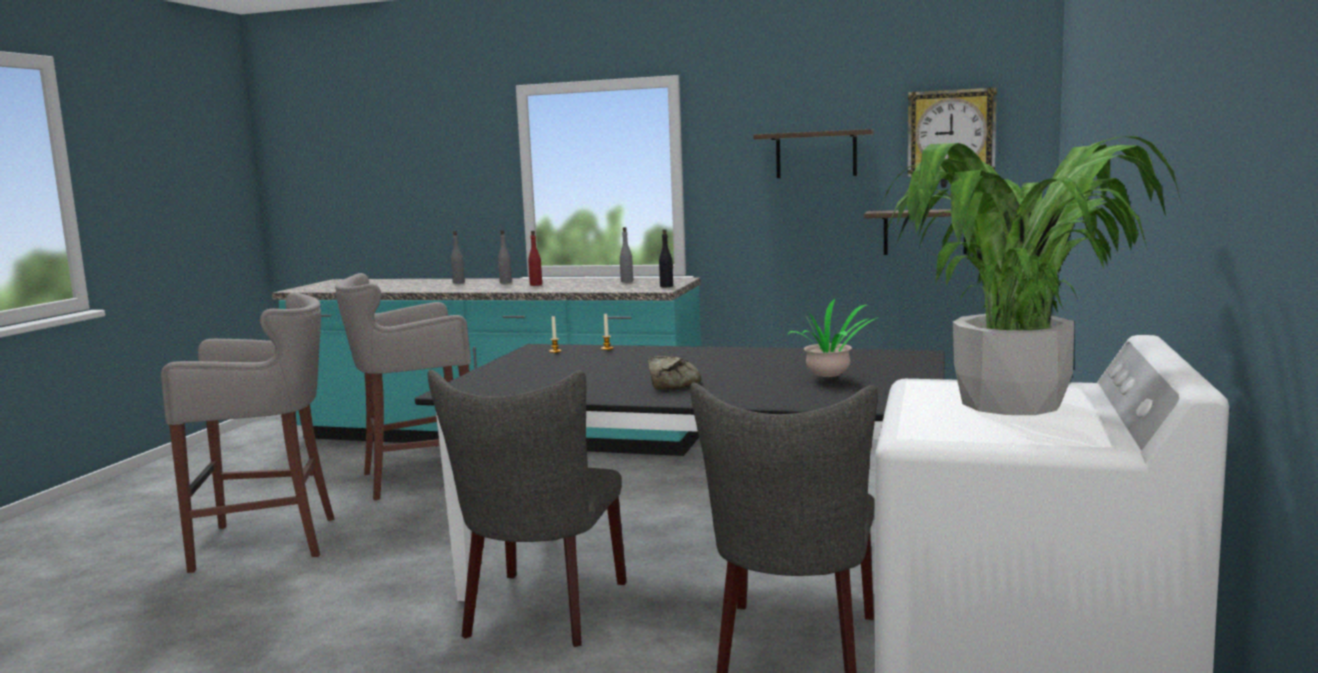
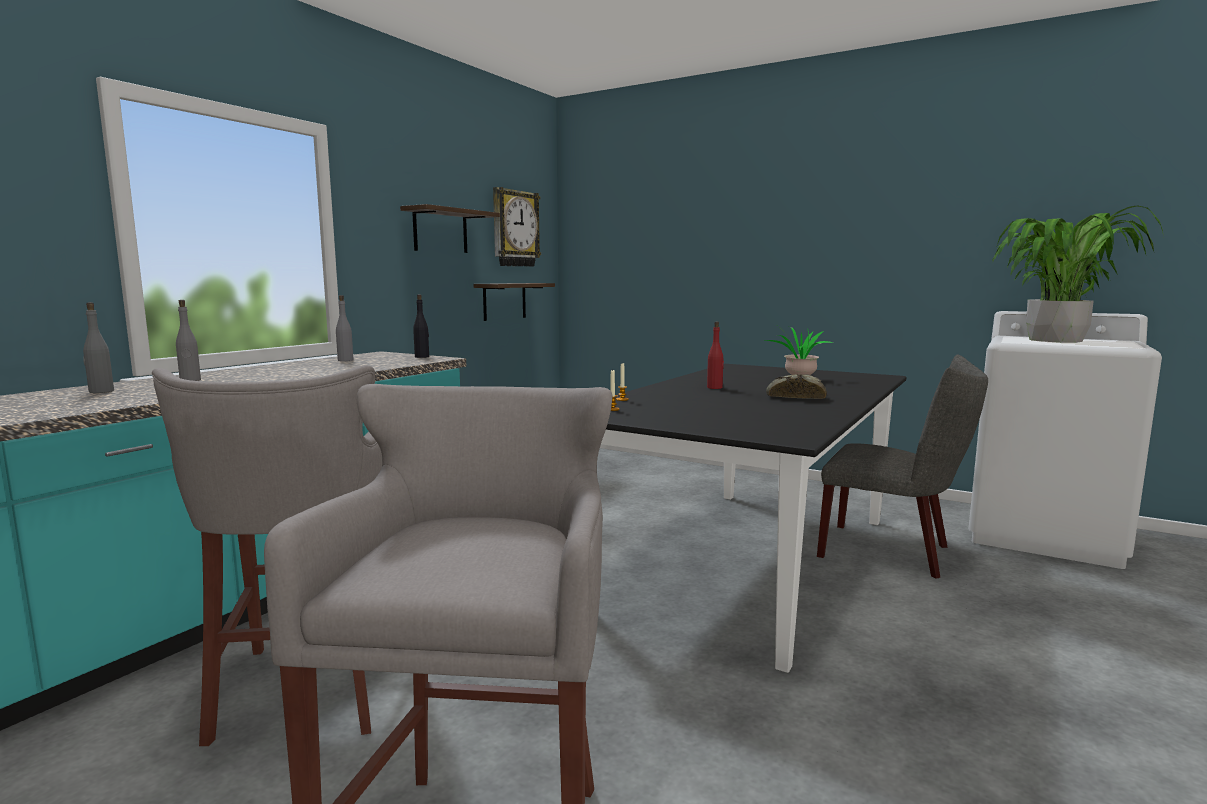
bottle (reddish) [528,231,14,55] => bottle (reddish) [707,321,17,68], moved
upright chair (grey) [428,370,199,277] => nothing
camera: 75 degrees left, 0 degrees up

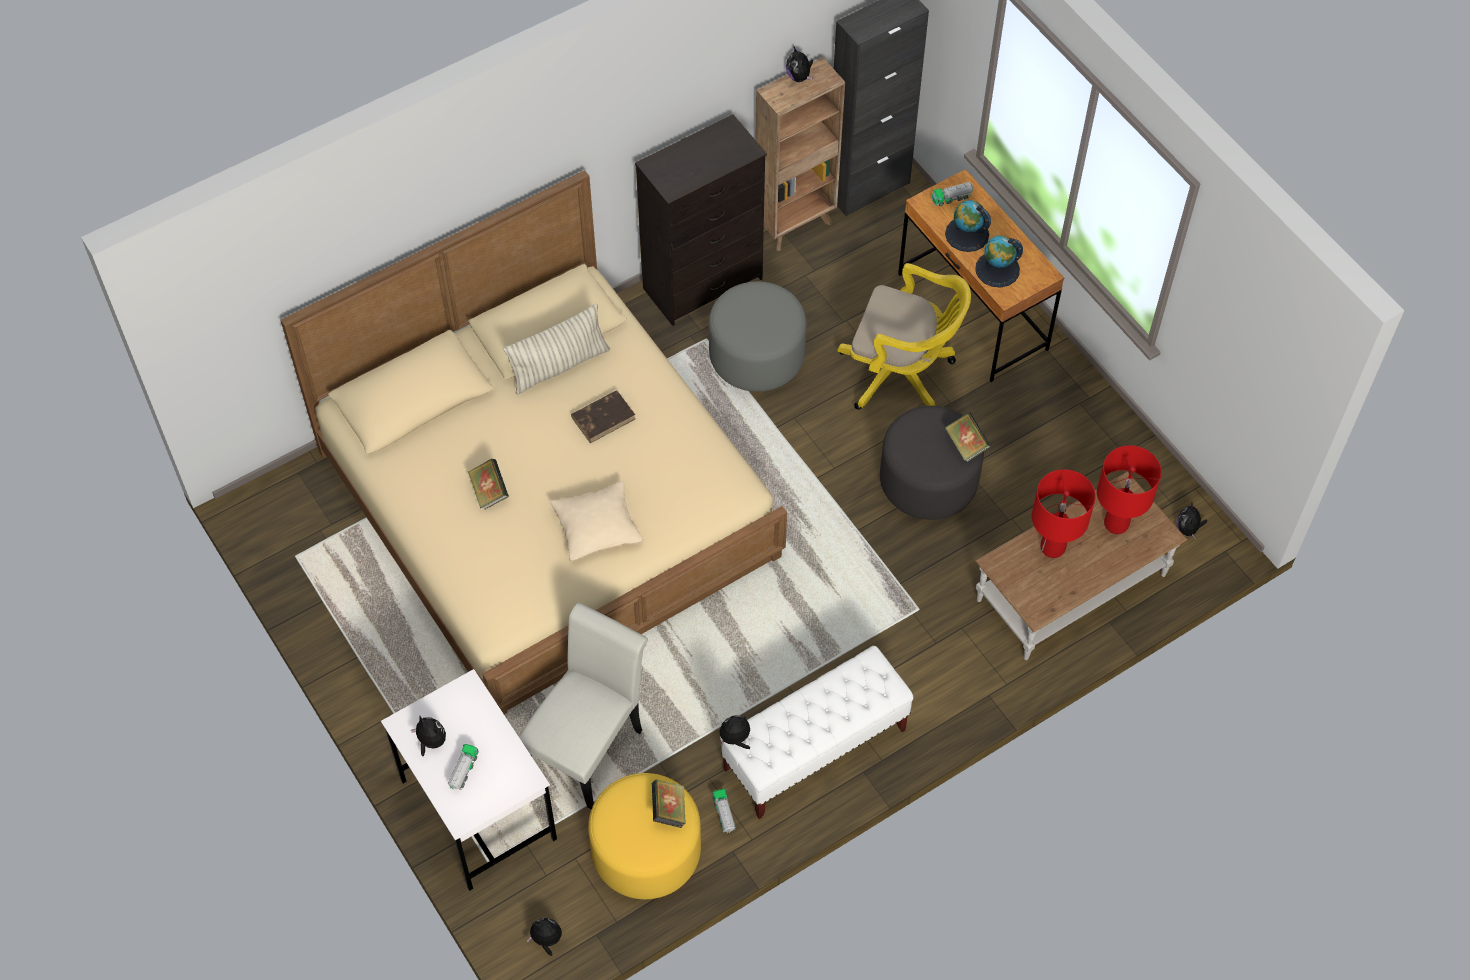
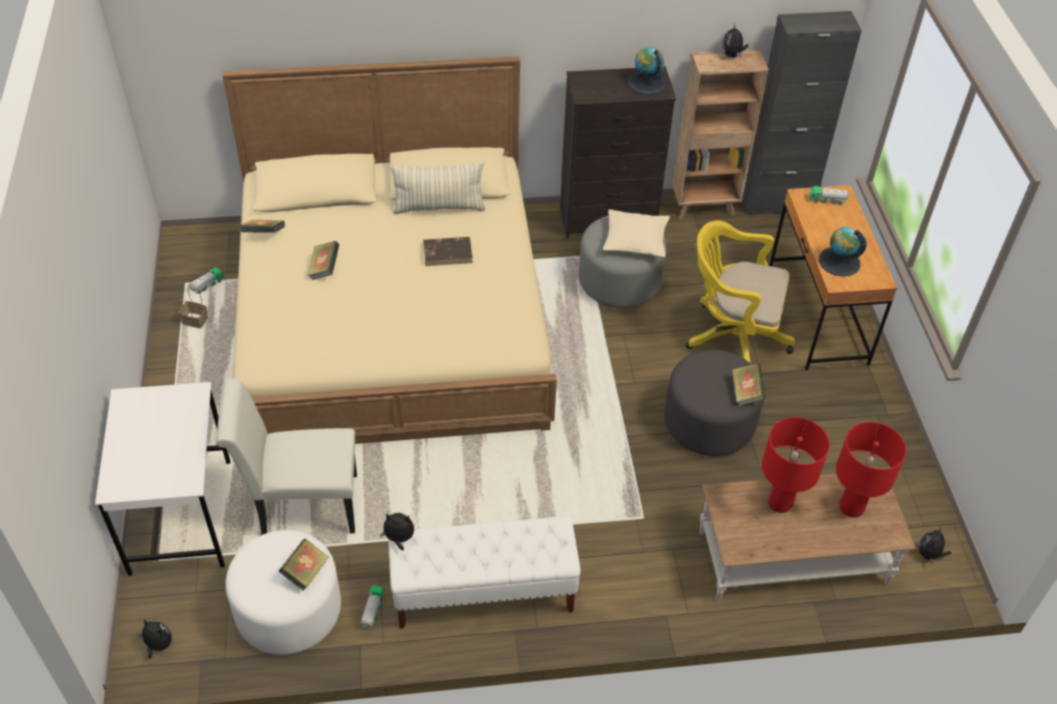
globe [945,200,46,52] => globe [627,47,40,48], moved
office chair (yellow-coloured) [838,263,133,147] => office chair (yellow-coloured) [686,220,109,144], 150 degrees clockwise
throw pillow (sand-coloured) [550,481,93,80] => throw pillow (sand-coloured) [603,209,67,48], moved
upright chair (white) [519,603,129,206] => upright chair (white) [216,379,141,156], 150 degrees counterclockwise
cuddly toy [411,716,35,40] => nothing
toy lorry [448,744,31,46] => toy lorry [189,267,35,27], moved
ottoman (yellow-coloured) [588,773,113,126] => ottoman (white) [225,530,116,125]
nothing => book [241,220,44,13]
nothing => storage basket [178,284,30,44]
camera: 25 degrees right, 10 degrees down

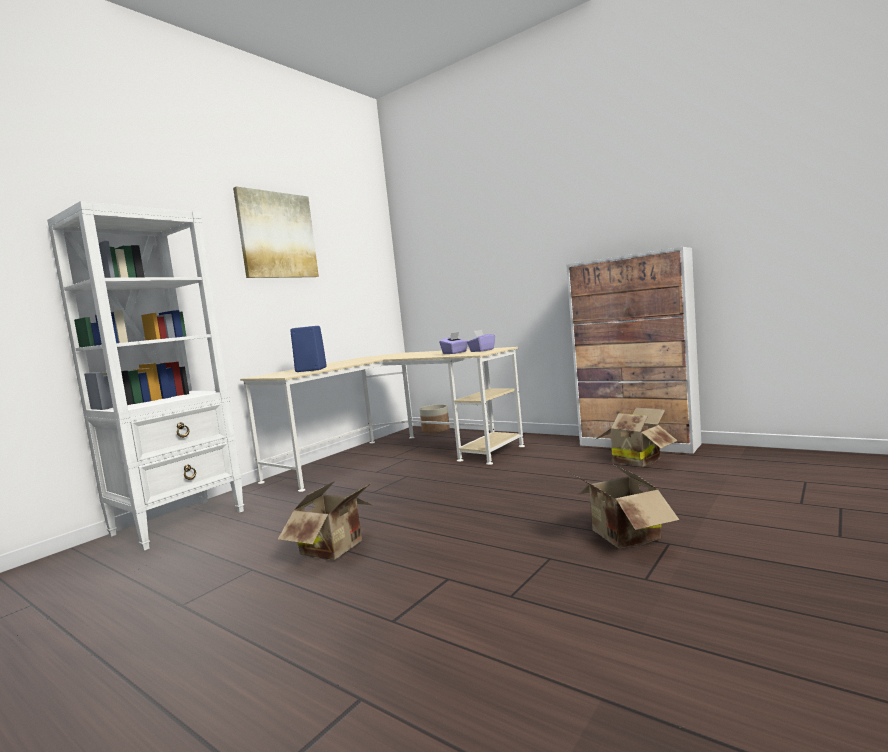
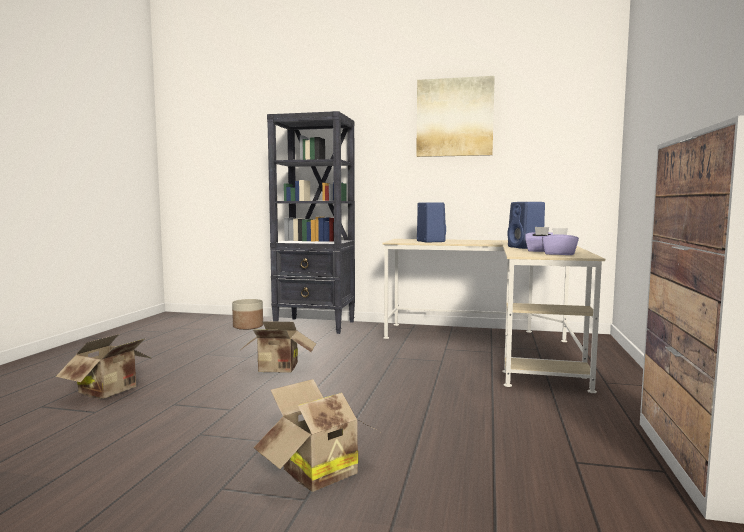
bookcase (white) [47,201,197,350] => bookcase (blackish) [267,111,88,223]
planter [420,404,30,30] => planter [232,299,31,31], moved
packing box [596,407,82,60] => packing box [56,334,97,65], moved
nothing => audio speaker (blue) [507,202,38,47]
camera: 65 degrees right, 0 degrees up

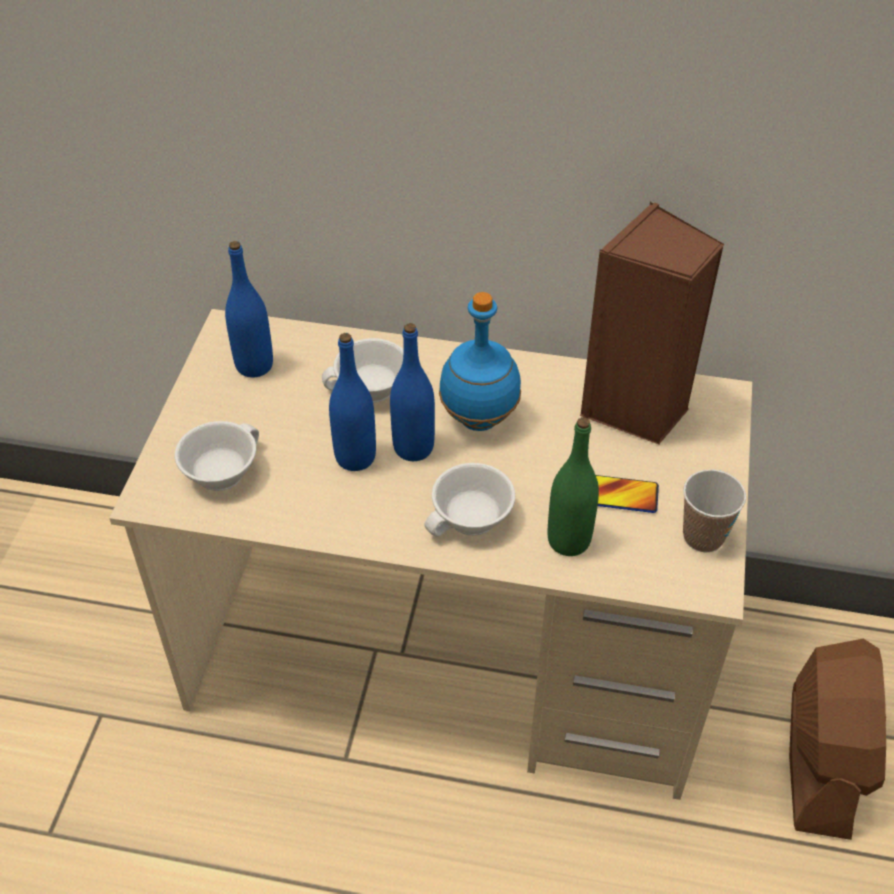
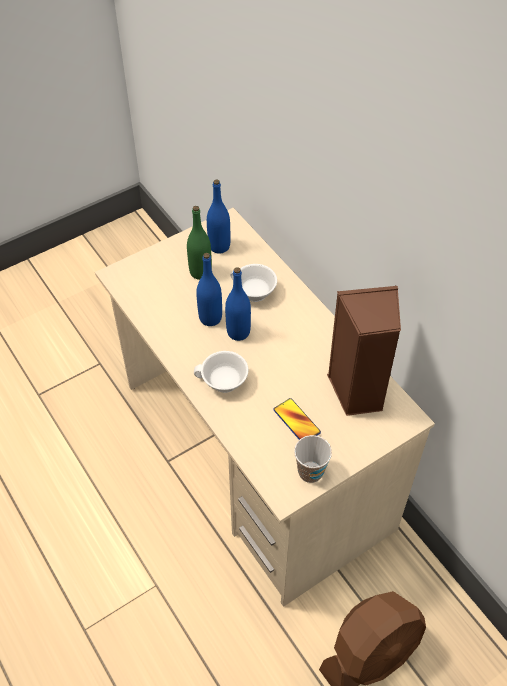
bottle (blue) [439,292,82,139] => nothing
bottle (green-coloured) [548,417,51,139] => bottle (green-coloured) [187,206,25,74], moved
cup (white) [174,421,85,70] => nothing
camera: 45 degrees right, 5 degrees up

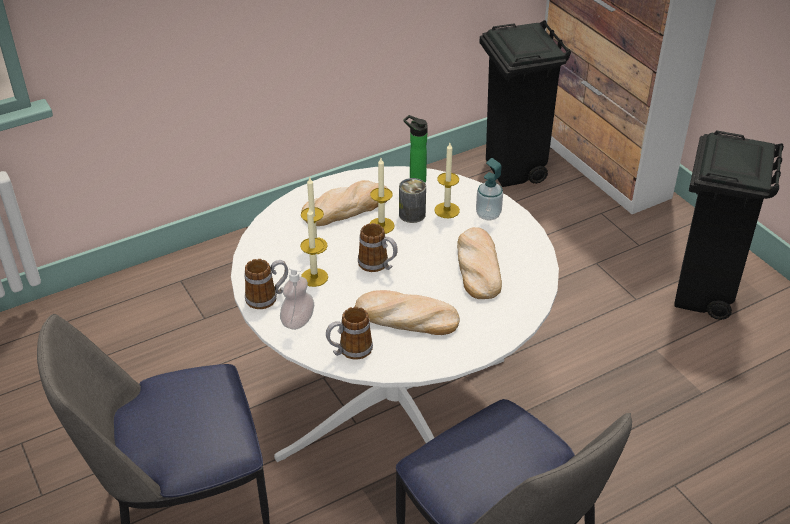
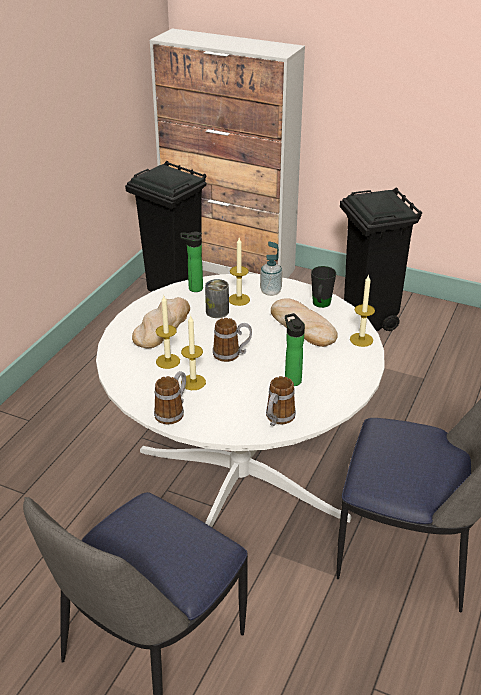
wax light [370,158,25,76] => wax light [350,274,25,73], moved
soap dispenser [280,264,34,66] => nothing
baked bread [355,290,105,45] => bottle [285,313,20,73]
nothing => mug (blackish) [311,266,25,42]
camera: 35 degrees left, 5 degrees down

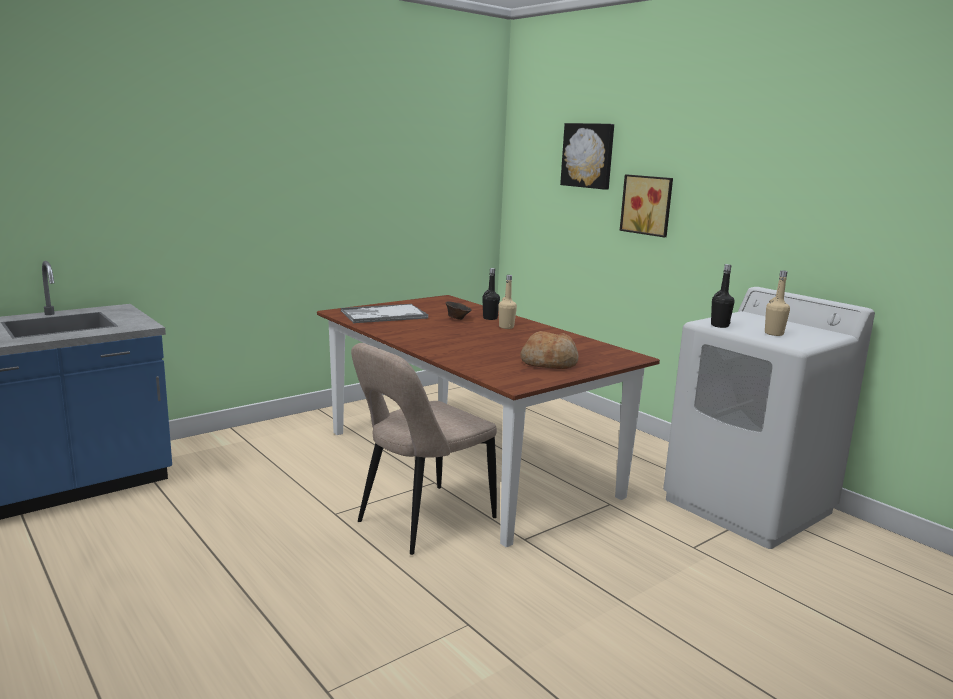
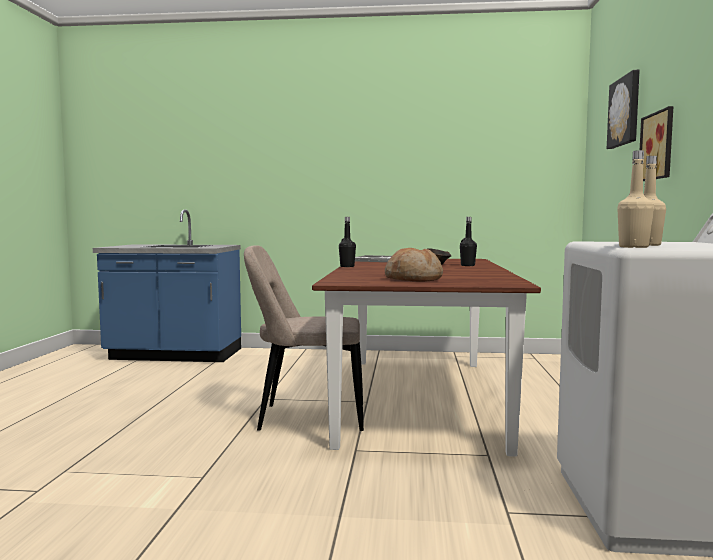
bottle (blackish) [711,264,23,64] => bottle (blackish) [339,217,17,50], moved
bottle (sand-coloured) [498,275,19,54] => bottle (sand-coloured) [618,150,36,98], moved
camera: 45 degrees right, 10 degrees down

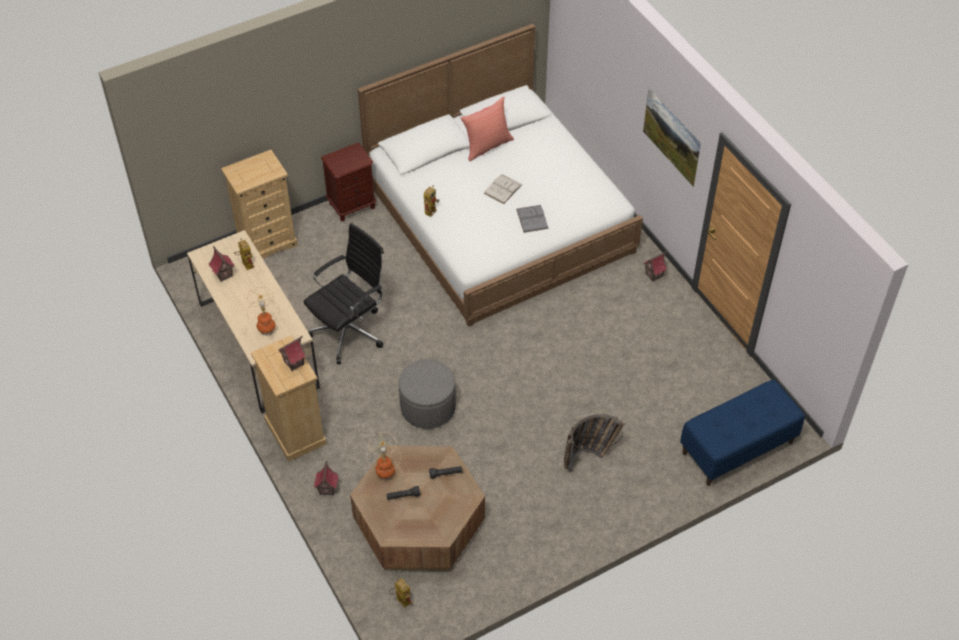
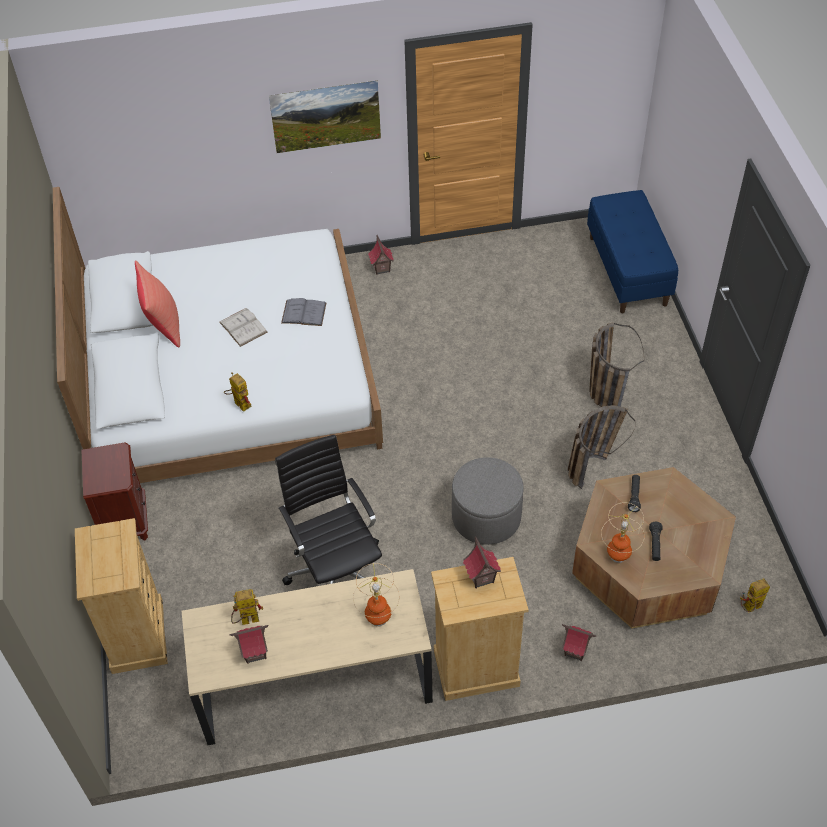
nothing => storage basket [568,405,67,84]
camera: 70 degrees left, 0 degrees up

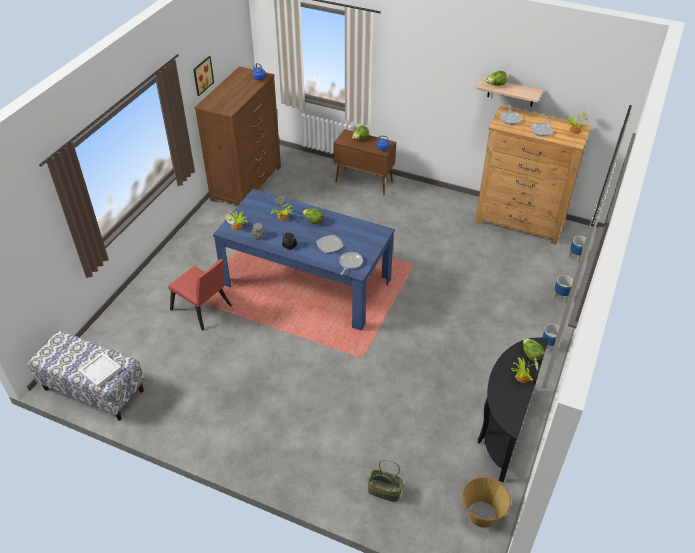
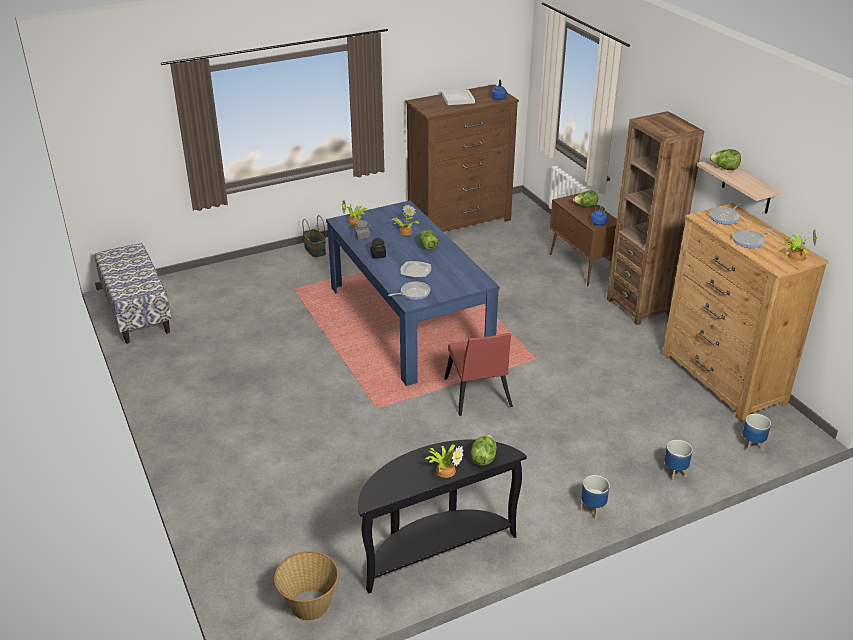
picture [193,56,21,40] => nothing
upright chair (reddish) [168,259,64,71] => upright chair (reddish) [444,333,69,83], moved
tray (white) [78,352,44,36] => tray (white) [442,90,33,15], moved
storage basket [367,459,36,43] => storage basket [302,215,24,43], moved
nothing => bookcase (brown) [607,111,97,214]
camera: 40 degrees right, 10 degrees down

